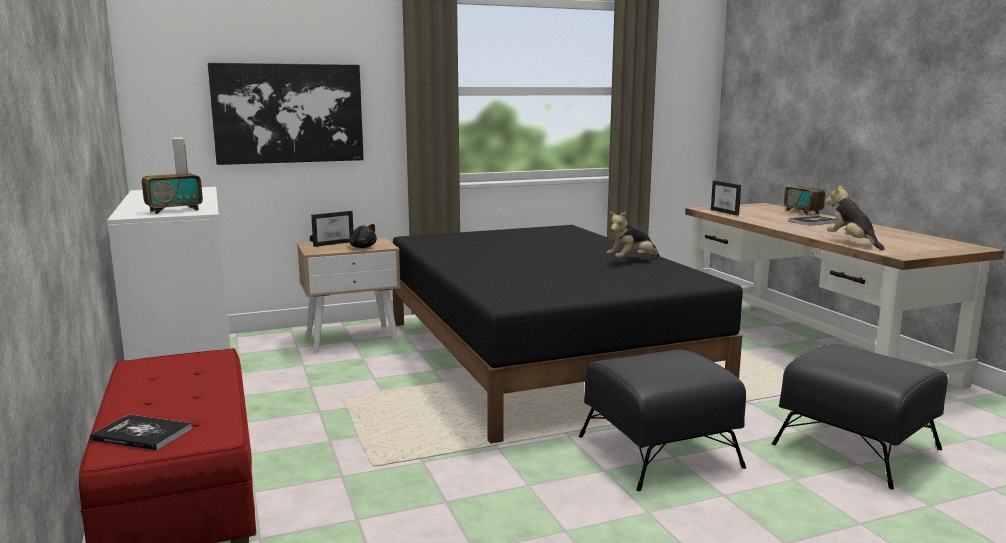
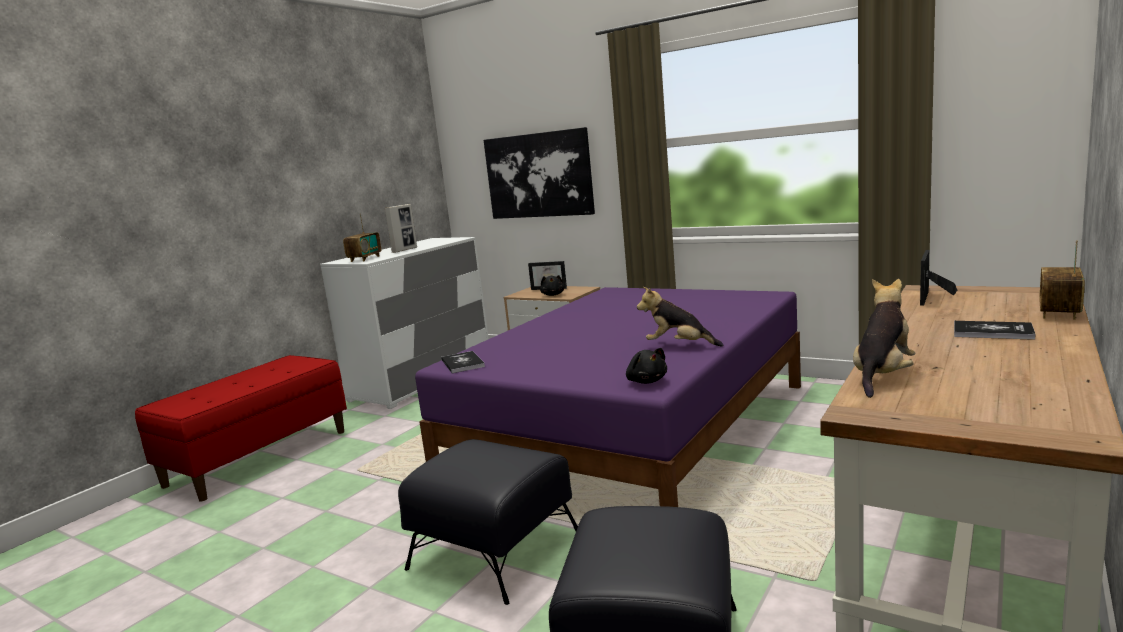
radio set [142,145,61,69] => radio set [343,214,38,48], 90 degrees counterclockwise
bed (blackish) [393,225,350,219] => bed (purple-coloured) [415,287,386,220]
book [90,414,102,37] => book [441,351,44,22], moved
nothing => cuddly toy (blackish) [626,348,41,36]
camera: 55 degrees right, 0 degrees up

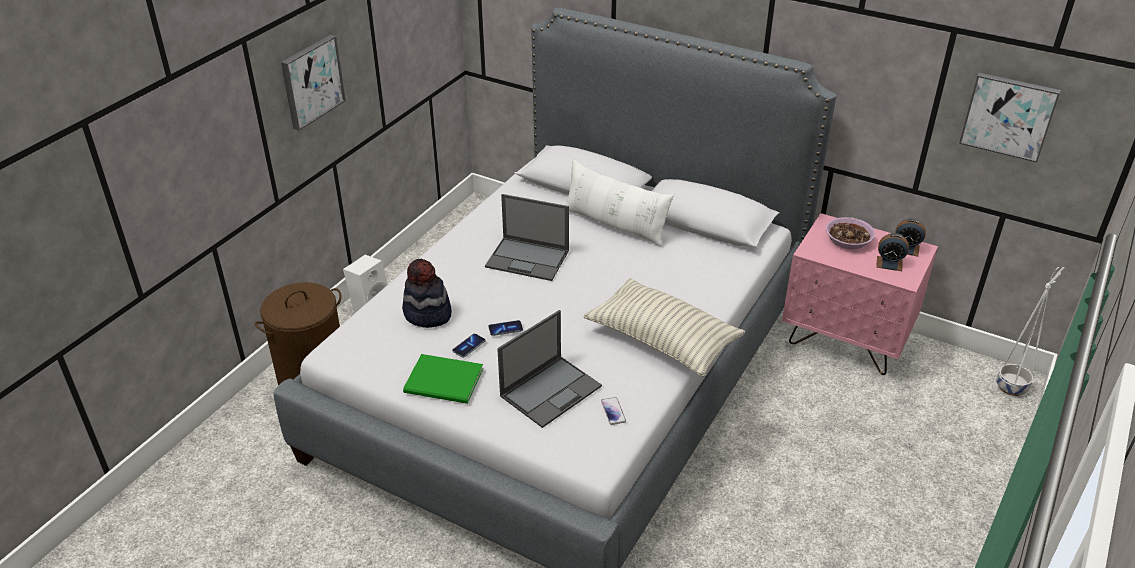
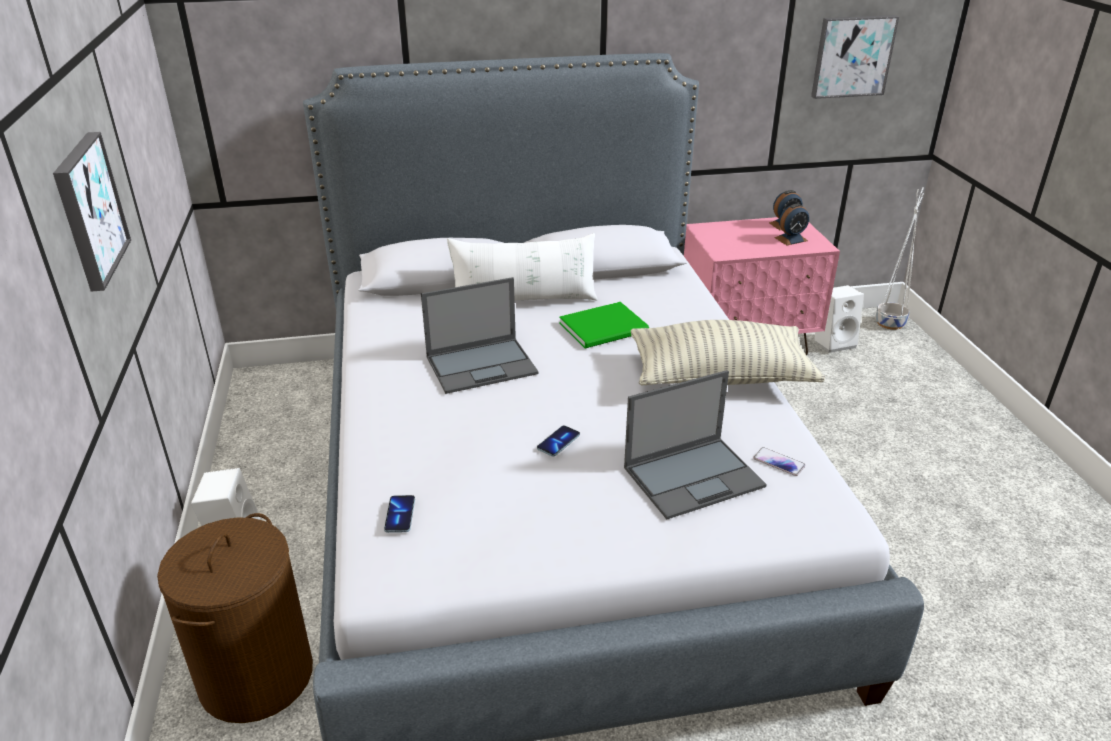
deep dish [826,217,49,32] => nothing
hat [402,259,50,69] => nothing
laptop [497,310,105,118] => laptop [624,370,143,150], 60 degrees clockwise
handset [452,334,33,24] => handset [384,495,31,38], moved
book (green-coloured) [403,354,80,50] => book (green-coloured) [559,302,90,46], moved
nothing => audio speaker (white) [814,285,50,68]
camera: 40 degrees left, 5 degrees down

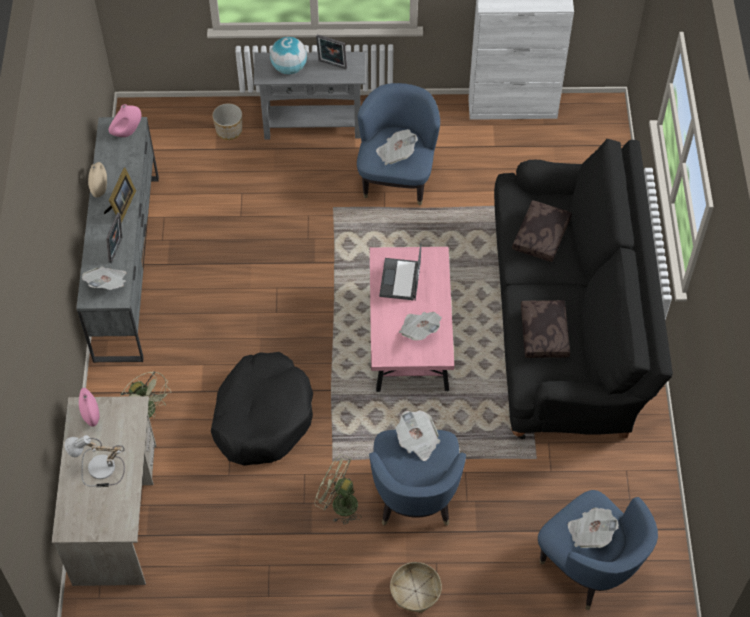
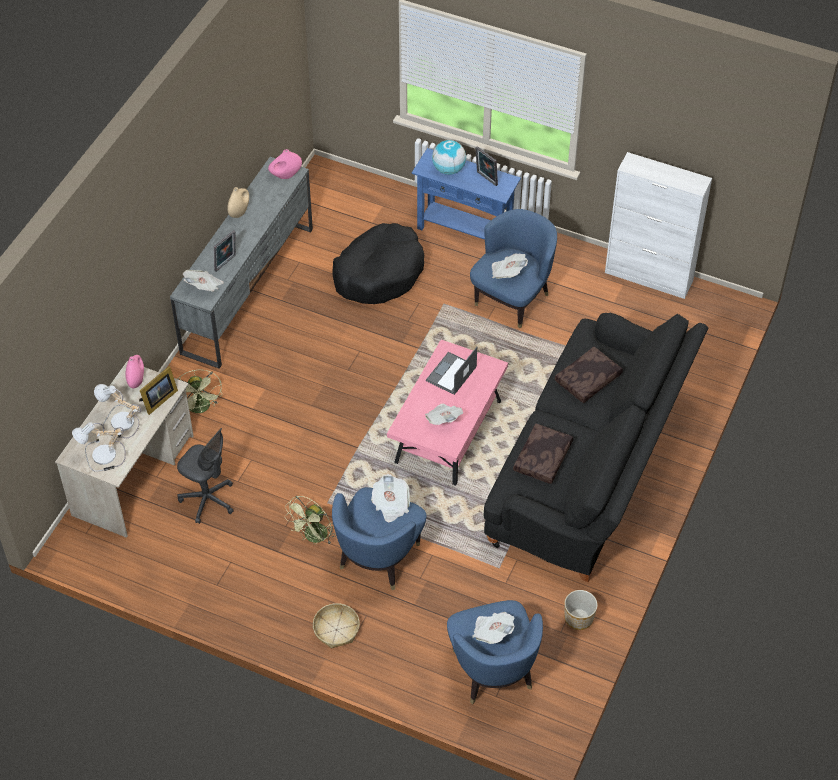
console table (grey) [253,52,112,87] => console table (blue) [412,148,109,92]
planter [212,103,30,37] => planter [564,590,34,40], moved
photo frame [104,167,32,56] => photo frame [139,366,39,49], moved
dog cushion (blackish) [211,352,102,113] => dog cushion (blackish) [333,223,91,81], moved
electric fan (green-coloured) [315,454,46,71] => electric fan (green-coloured) [284,496,51,49], 105 degrees counterclockwise
nothing => lamp for a table [72,422,54,50]
nothing => office chair (grey) [177,428,57,96]
camera: 25 degrees right, 5 degrees down

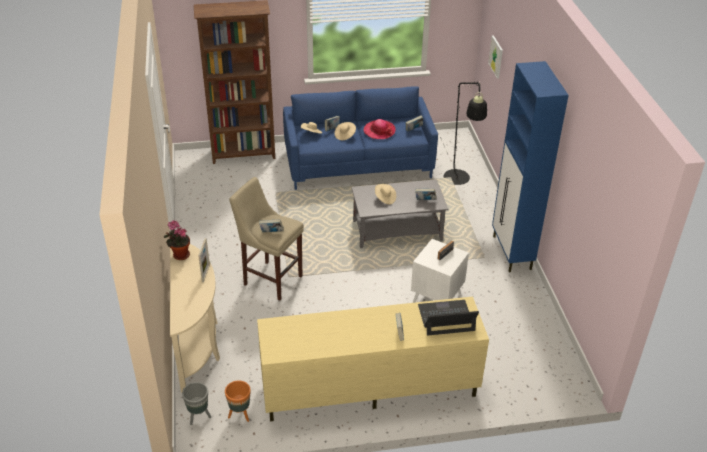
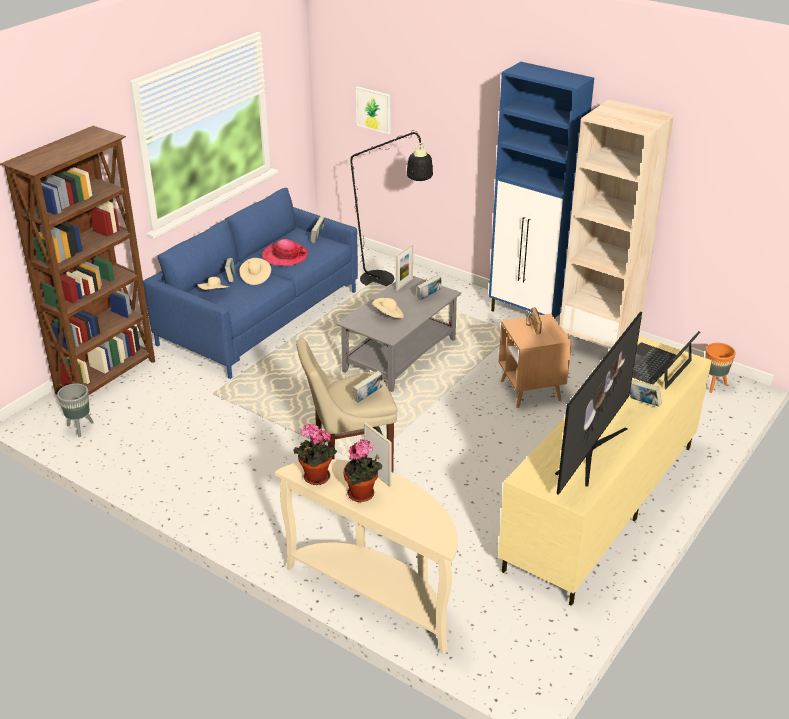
side table (white) [411,239,58,64] => side table (brown) [499,314,73,94]
planter (orange-coloured) [225,380,26,42] => planter (orange-coloured) [705,343,31,50], moved
planter (grey) [182,382,29,43] => planter (grey) [57,383,37,54], moved
nothing => bookcase (sand-coloured) [560,99,114,250]
nothing => photo frame [396,244,17,47]
nothing => TV set [555,312,87,183]
nothing => houseplant [343,439,39,63]
camera: 45 degrees left, 5 degrees down

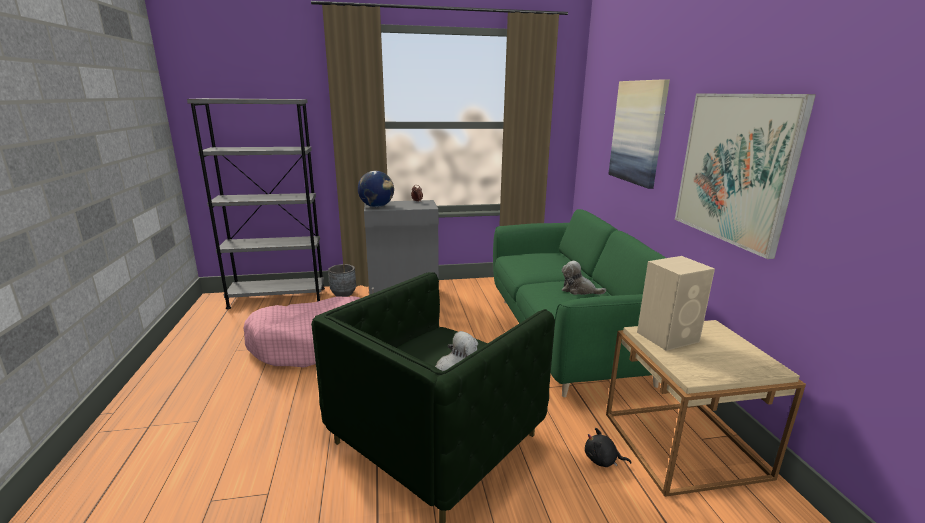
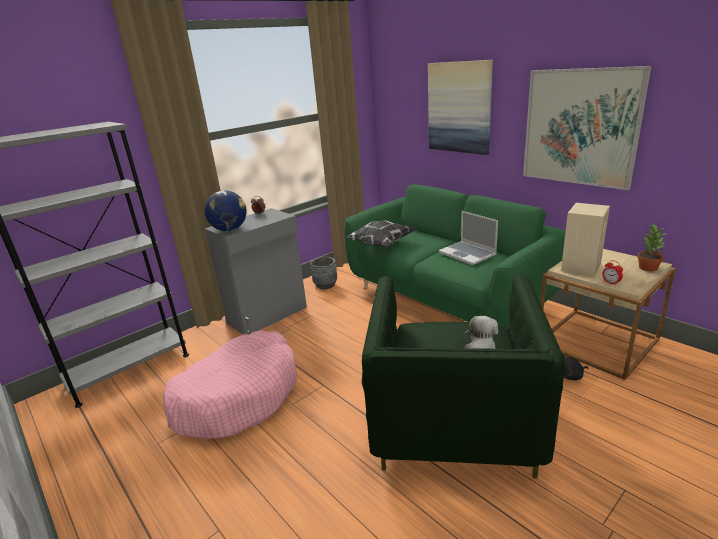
cuddly toy [562,261,44,34] => laptop [439,211,59,54]
planter (grey) [328,264,28,33] => planter (grey) [310,257,27,32], moved
nothing => throw pillow [346,220,69,27]
nothing => houseplant [637,224,31,47]
nothing => alarm clock [602,260,21,26]
camera: 30 degrees left, 5 degrees up

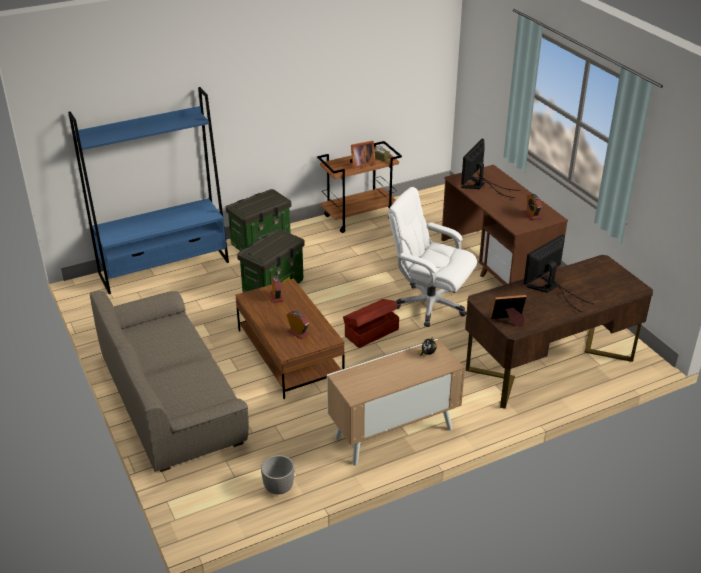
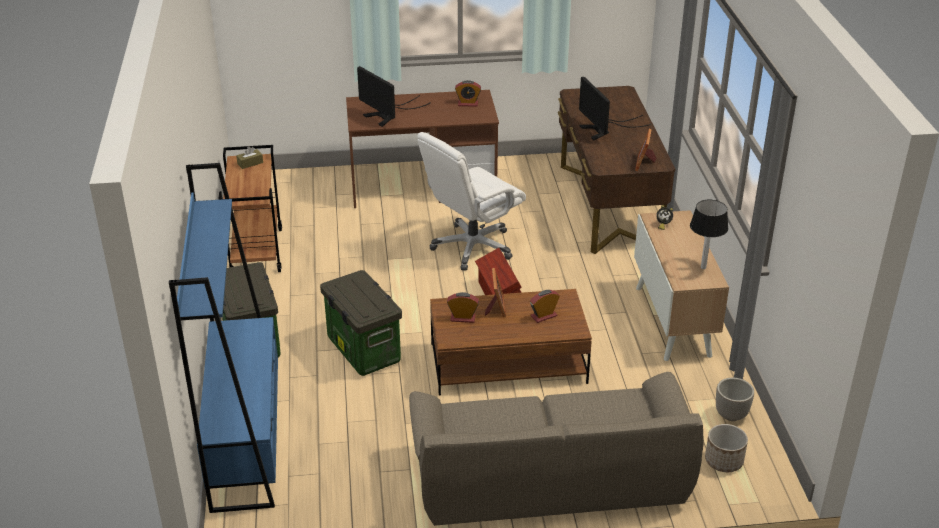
photo frame [350,141,26,28] => photo frame [485,268,21,49], moved
nothing => lamp for a table [690,200,38,69]
nothing => planter [705,424,43,48]
camera: 70 degrees left, 0 degrees up

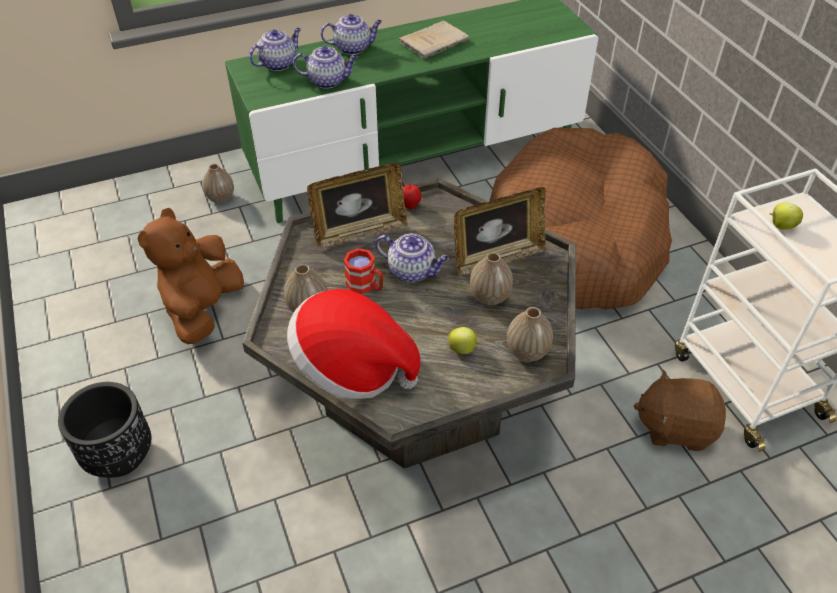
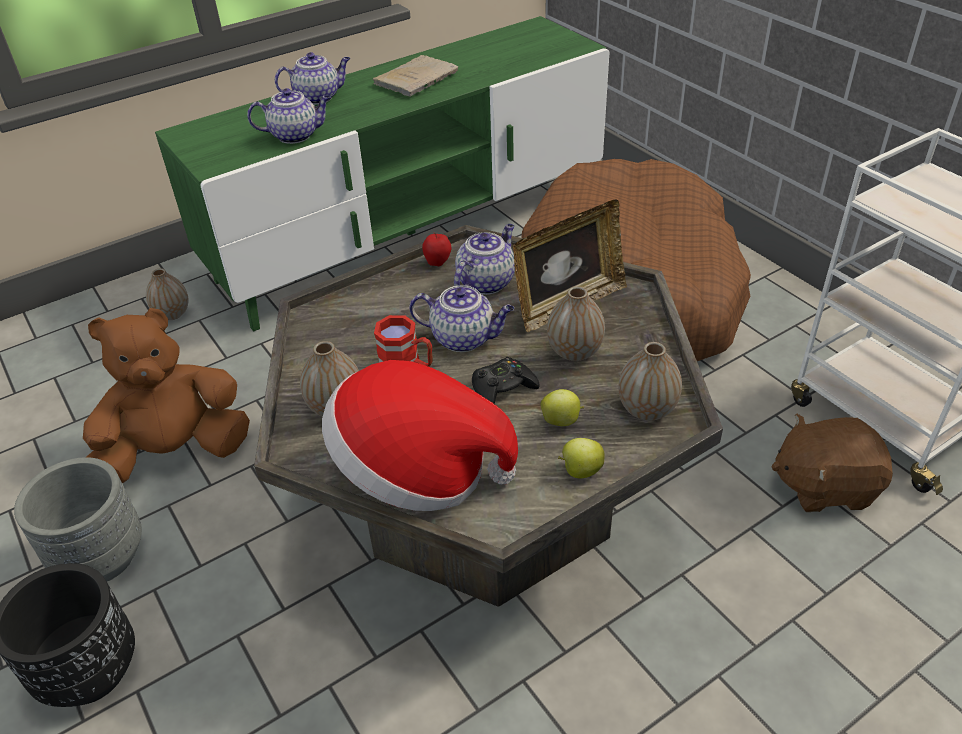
tea pot [249,28,52,43] => tea pot [454,224,61,71], moved
photo frame [307,163,100,85] => nothing
apple [770,203,33,27] => apple [558,438,47,40], moved
cuddly toy (brown) [138,208,106,136] => cuddly toy (brown) [83,308,167,176], 60 degrees clockwise
nothing => game controller (blackish) [472,357,68,47]
nothing => planter (grey) [14,457,128,124]
camera: 10 degrees left, 5 degrees down

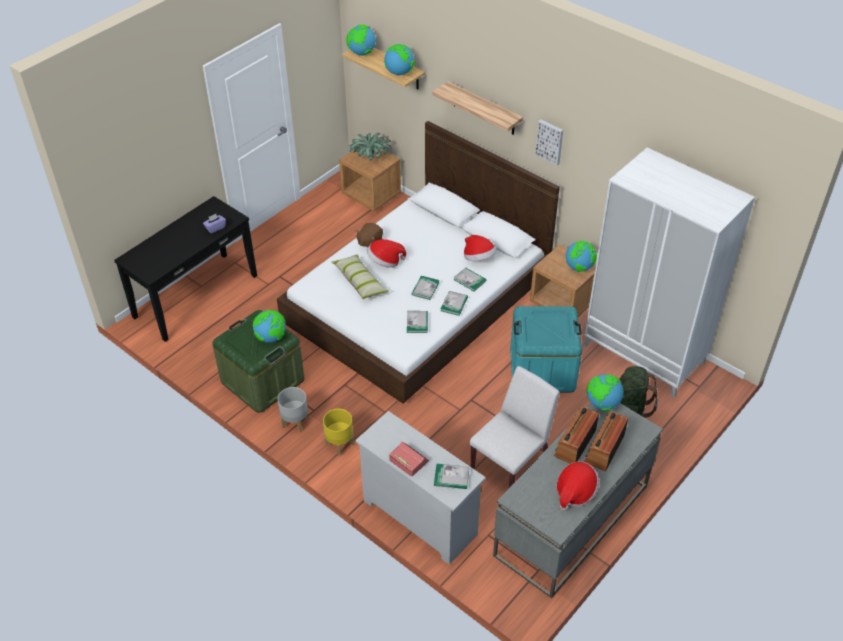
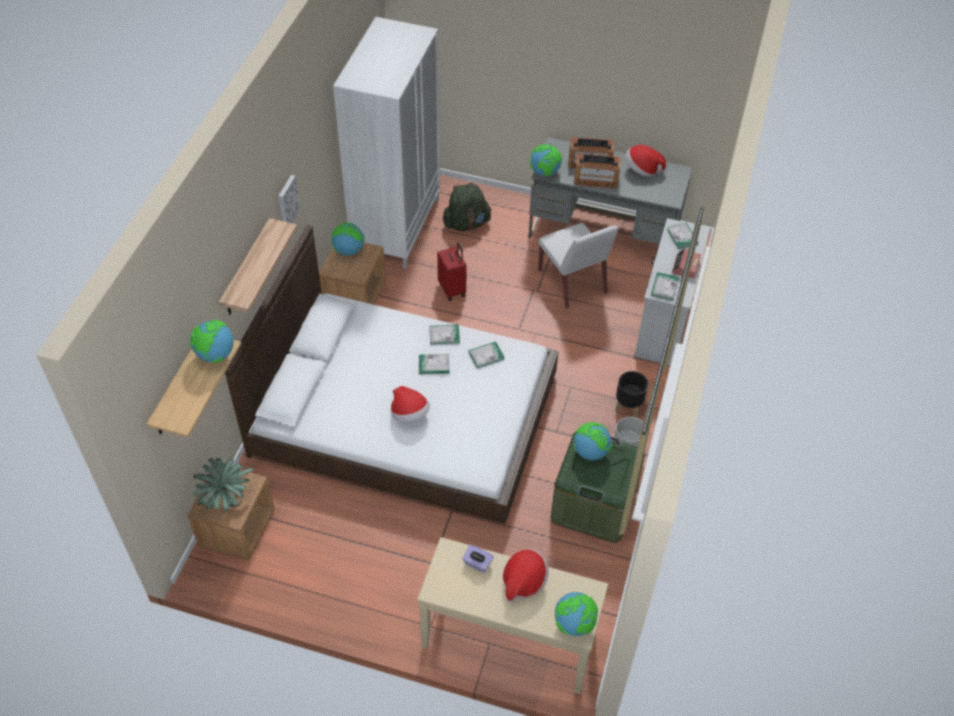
globe [346,25,30,31] => globe [555,592,43,44], moved
console table (blackish) [114,196,143,146] => console table (sand-coloured) [417,537,191,157]
cuddly toy (brown) [356,223,27,24] => nothing
hat [464,235,32,26] => hat [503,549,46,54], moved
throw pillow [331,254,58,45] => nothing
book [454,268,32,23] => book [651,272,28,29], moved
storage bin (turquoise-coloured) [510,306,72,86] => suitcase (reddish) [437,243,30,58]
upright chair (white) [469,366,91,122] => upright chair (white) [538,223,80,85], 135 degrees counterclockwise
planter (yellow-coloured) [323,409,31,47] => planter (blackish) [615,371,33,46]
camera: 115 degrees left, 5 degrees up

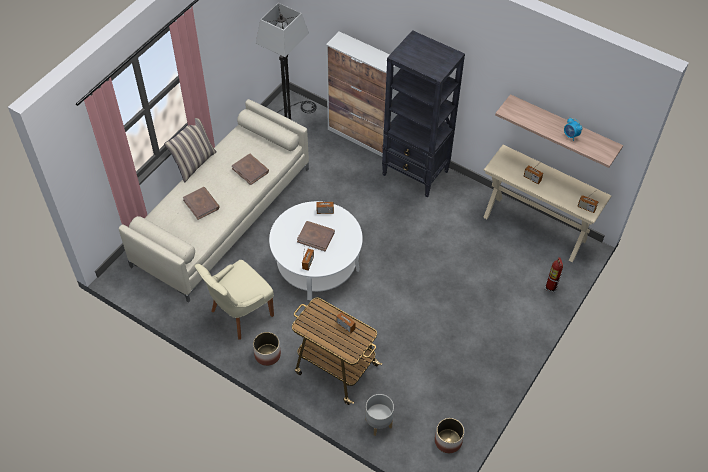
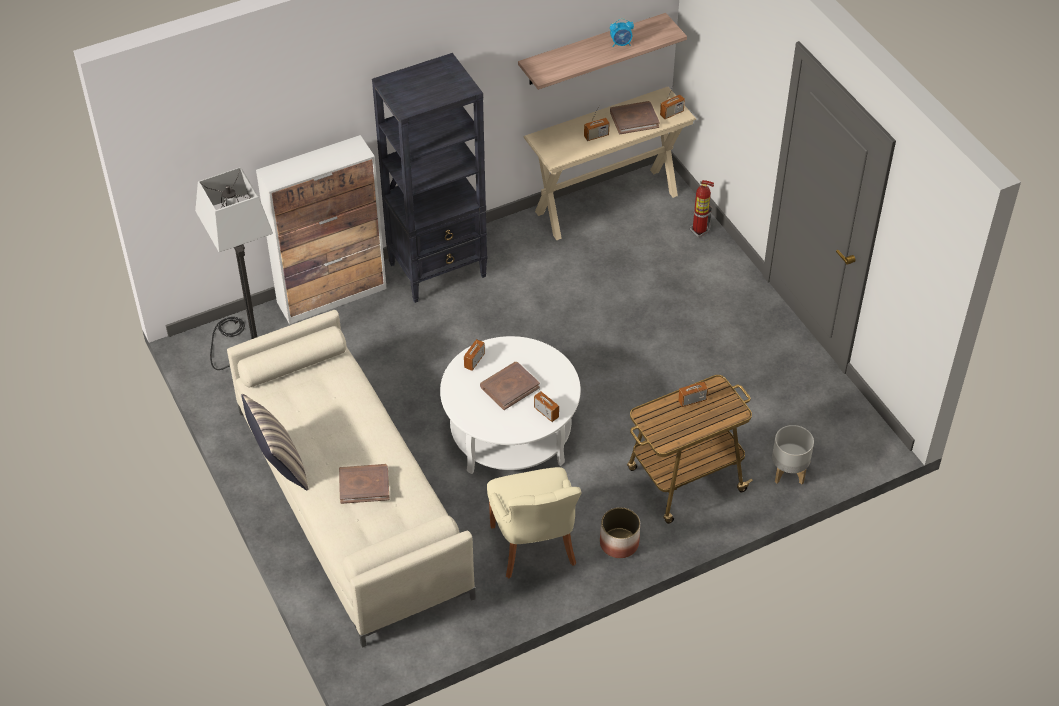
book (brown) [232,154,37,31] => book (brown) [610,101,50,33], moved
planter [435,418,29,35] => nothing
camera: 60 degrees left, 5 degrees down

